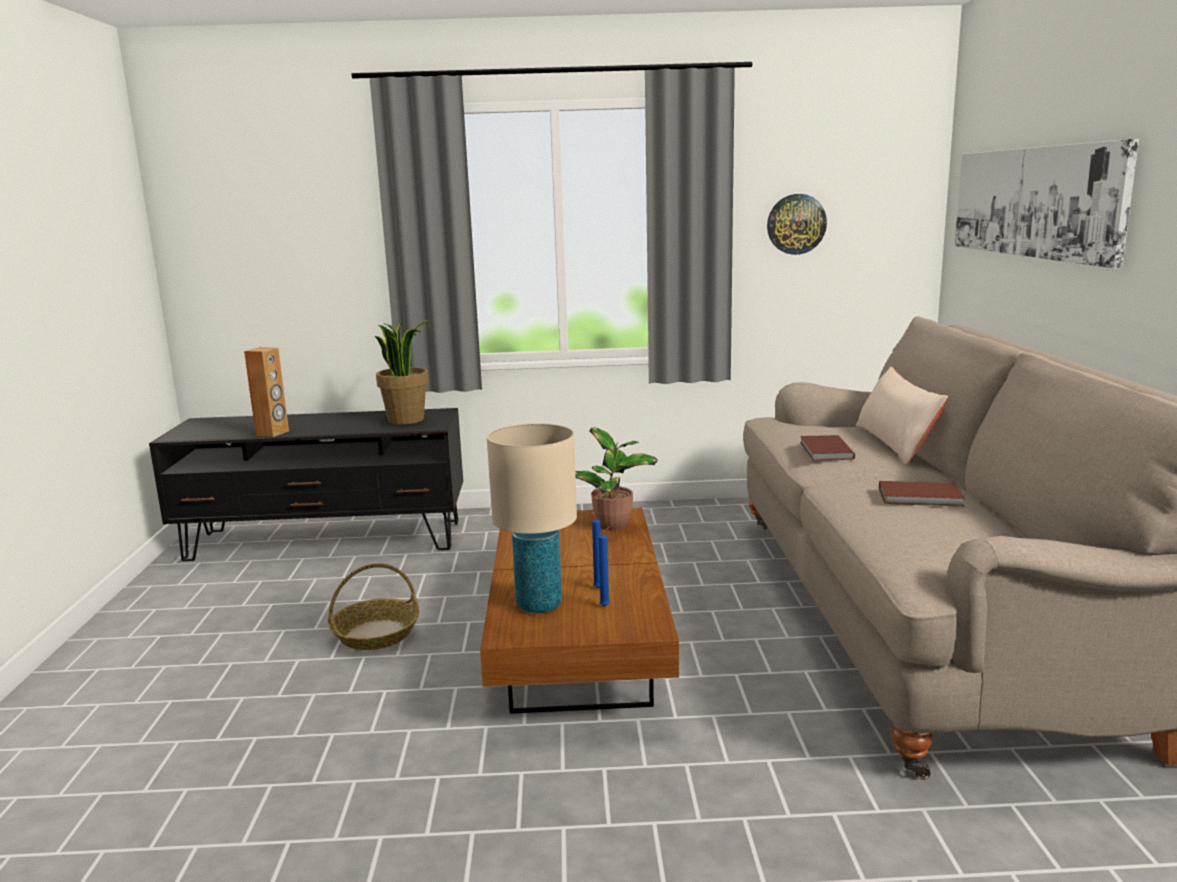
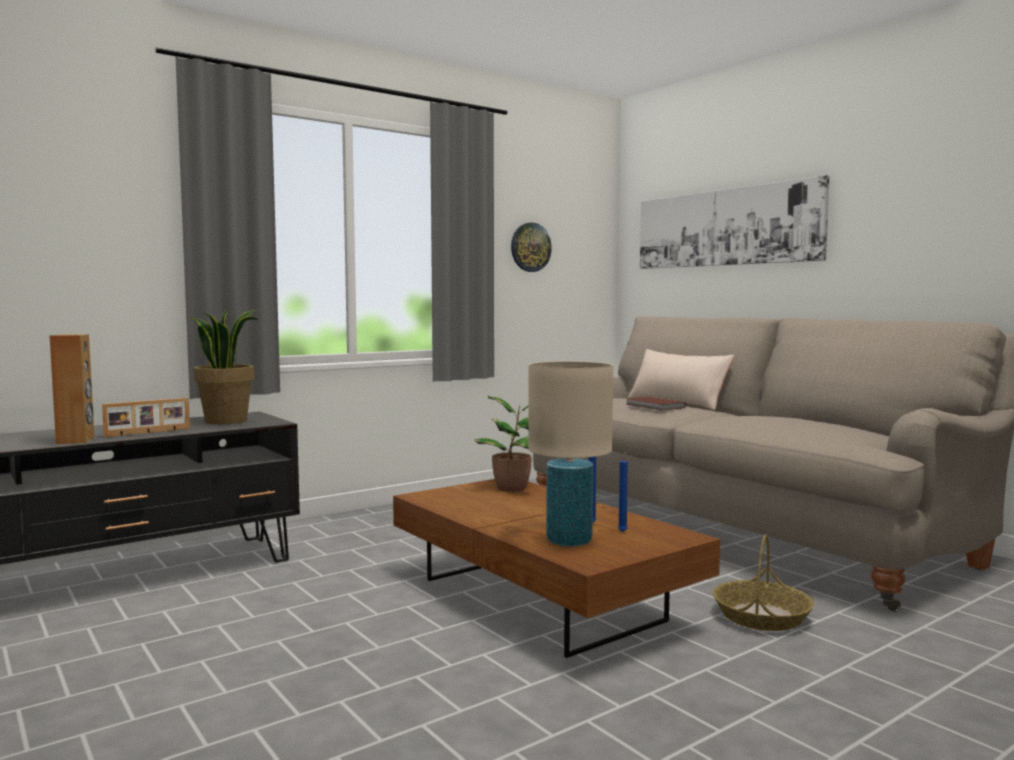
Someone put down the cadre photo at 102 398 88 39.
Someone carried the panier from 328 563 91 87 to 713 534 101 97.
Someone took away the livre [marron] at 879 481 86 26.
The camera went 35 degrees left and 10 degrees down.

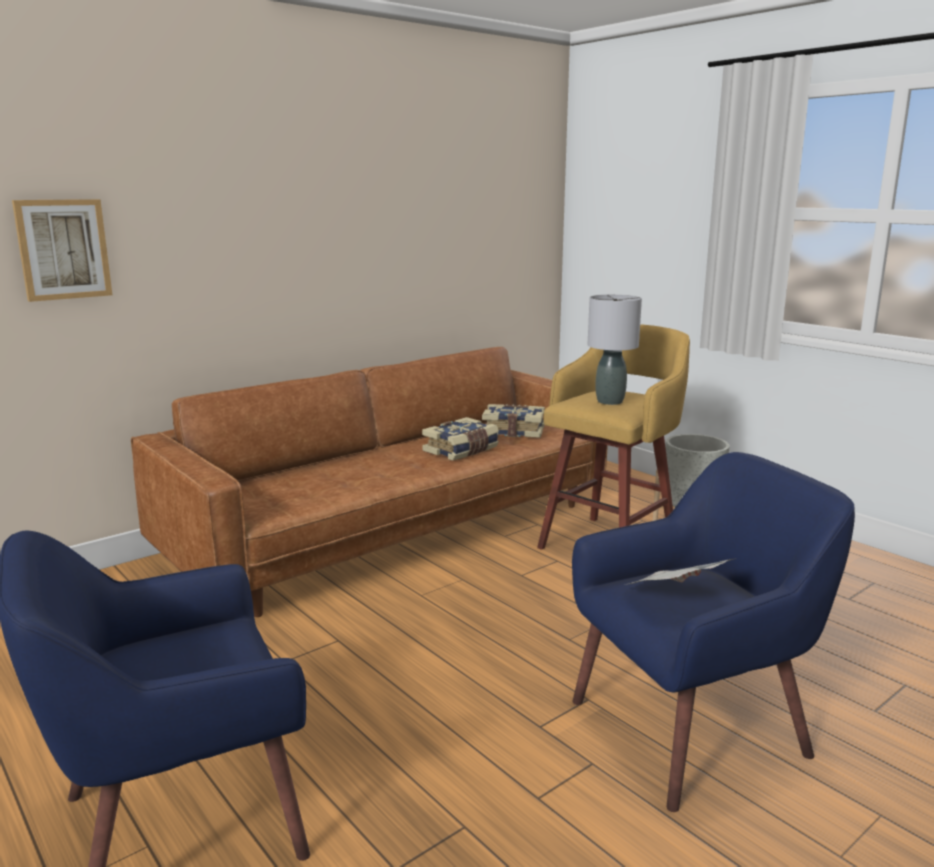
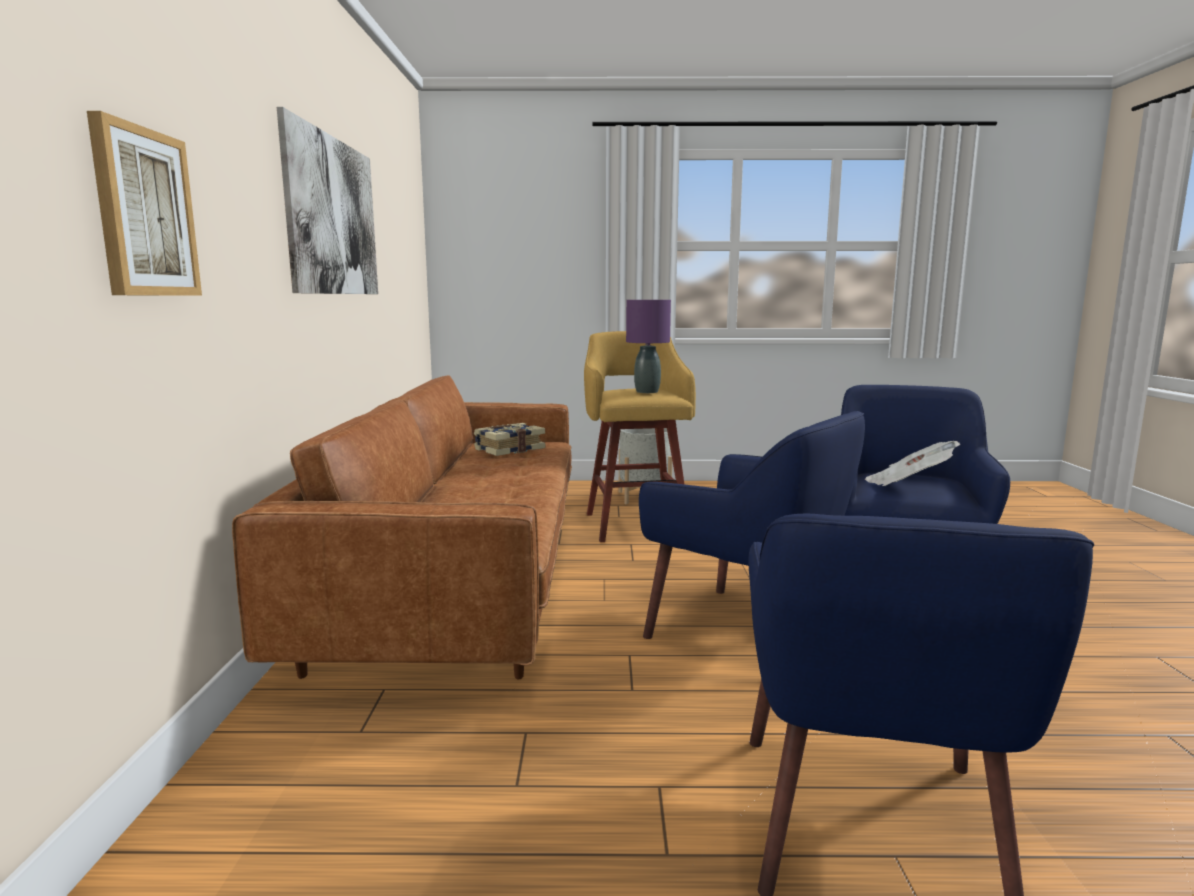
Someone put up the tableau at 277 107 101 187.
Someone repainted the lampe de table [gris] at 587 294 55 111, which became the lampe de table [violet] at 626 300 45 93.
Someone put down the fauteuil [bleu] at 639 411 226 228.
Someone took away the livre at 422 417 77 44.
The camera went 50 degrees left and 5 degrees down.

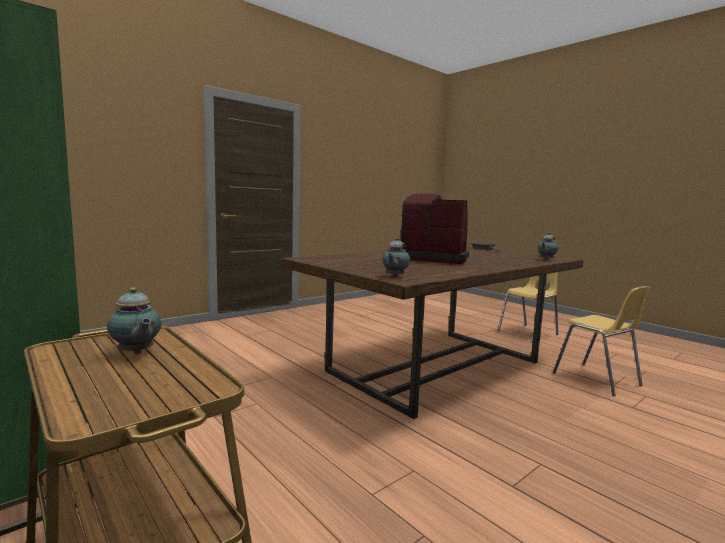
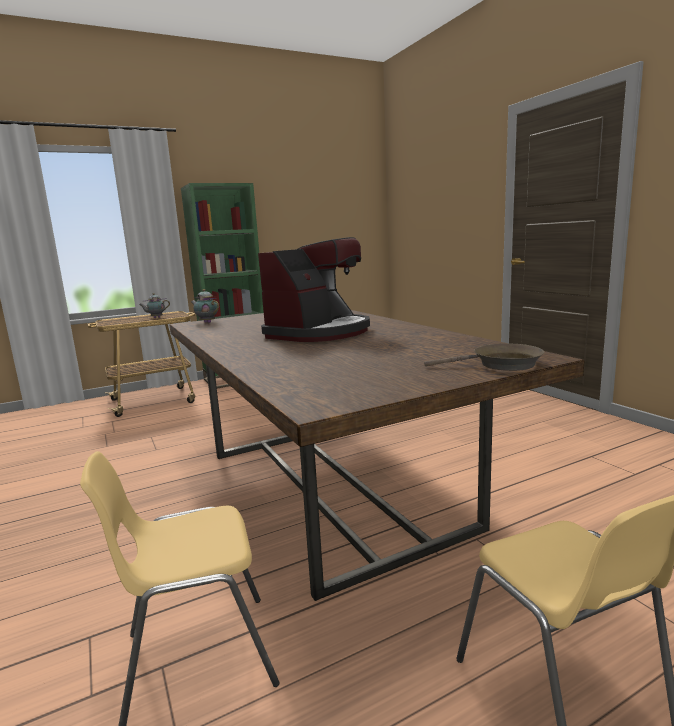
Someone took away the théière at 537 233 22 27.
The camera went 105 degrees right and 5 degrees up.

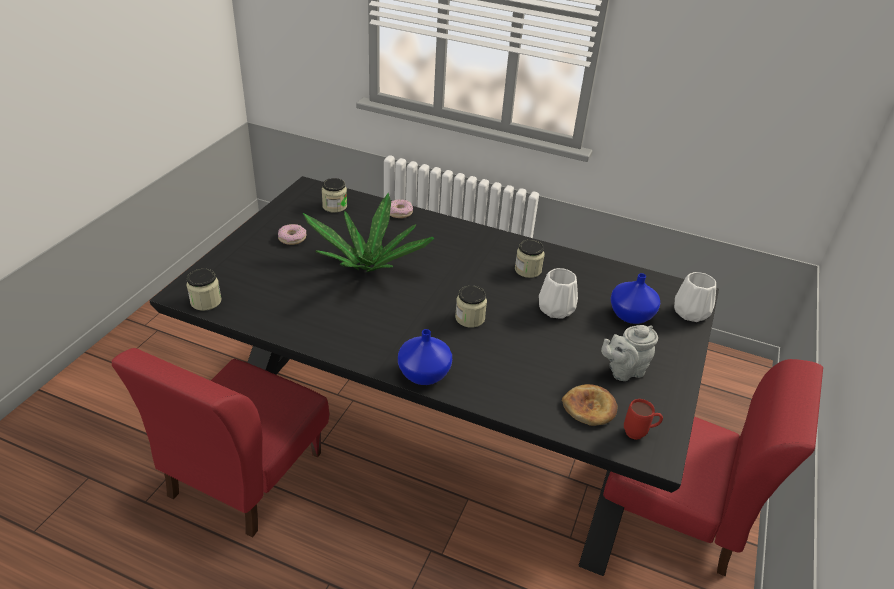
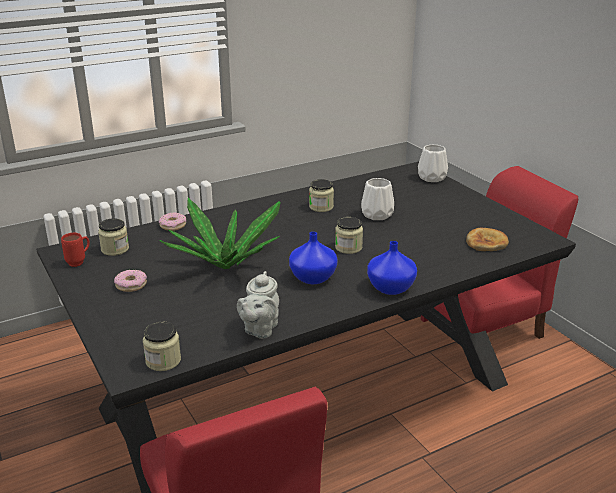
Someone carried the mug [rouge] from 624 399 39 41 to 61 233 29 34.
Someone carried the théière [gris] from 601 325 57 56 to 237 271 42 68.
Someone carried the vase [bleu] from 610 273 50 51 to 289 232 48 52.
The camera went 50 degrees left and 10 degrees down.

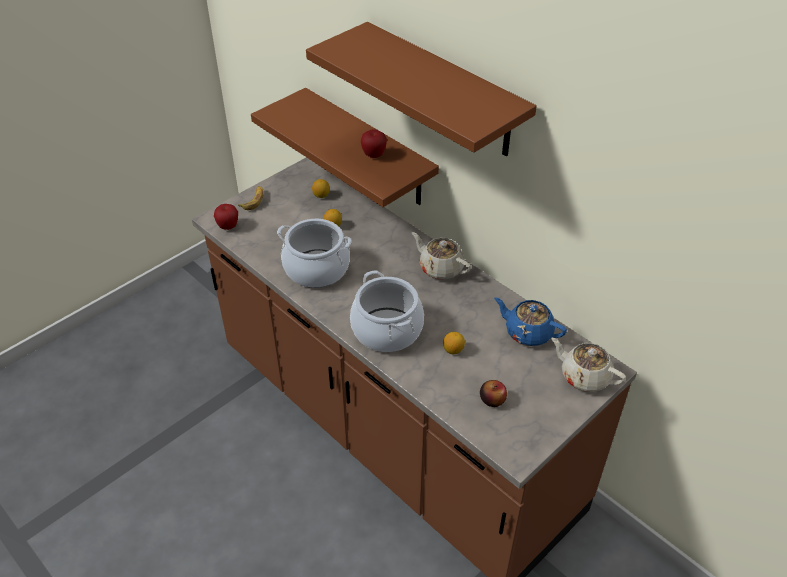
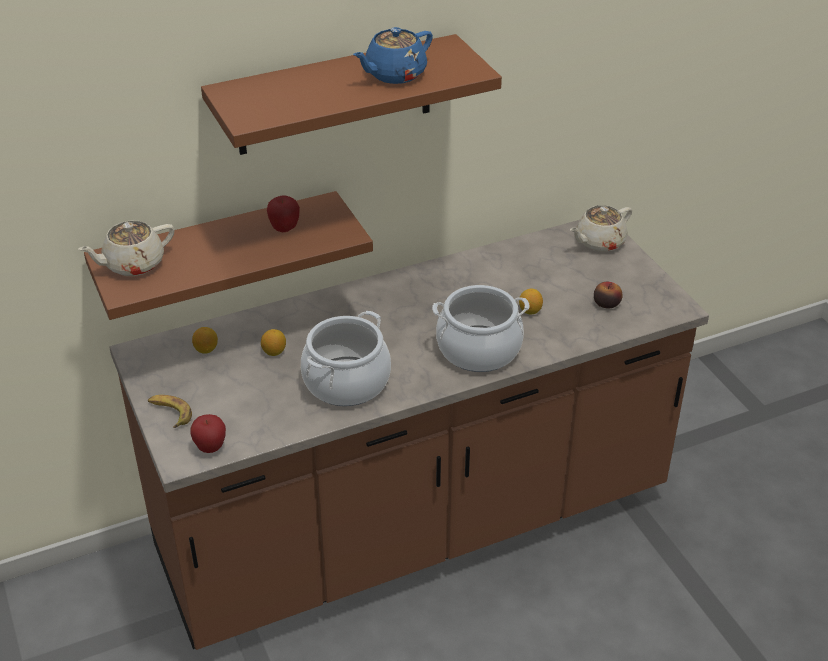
Someone carried the théière [beige] from 412 232 59 48 to 78 221 97 55.
Someone carried the théière [bleu] from 494 297 73 49 to 353 27 80 57.
The camera went 70 degrees left and 5 degrees down.

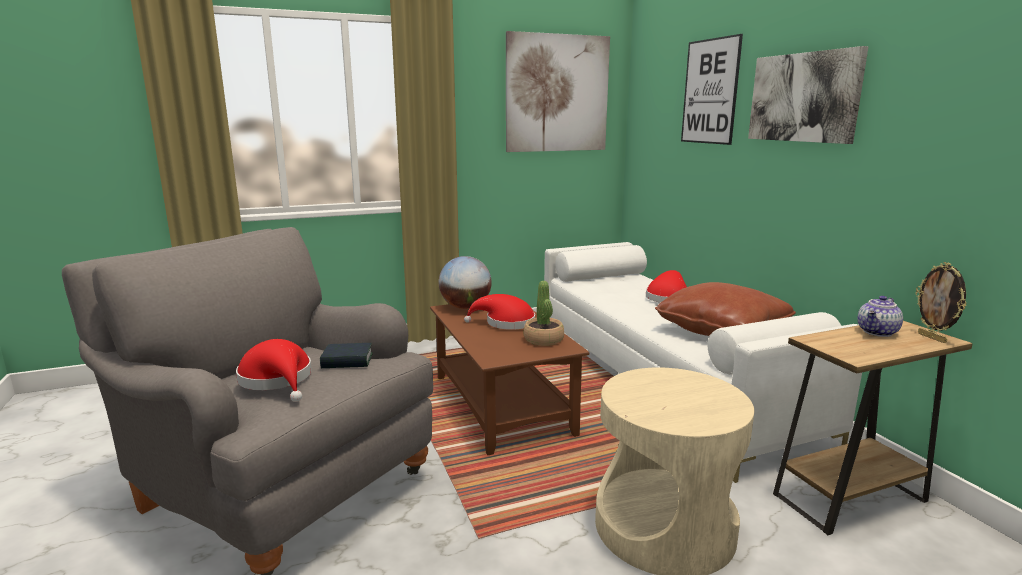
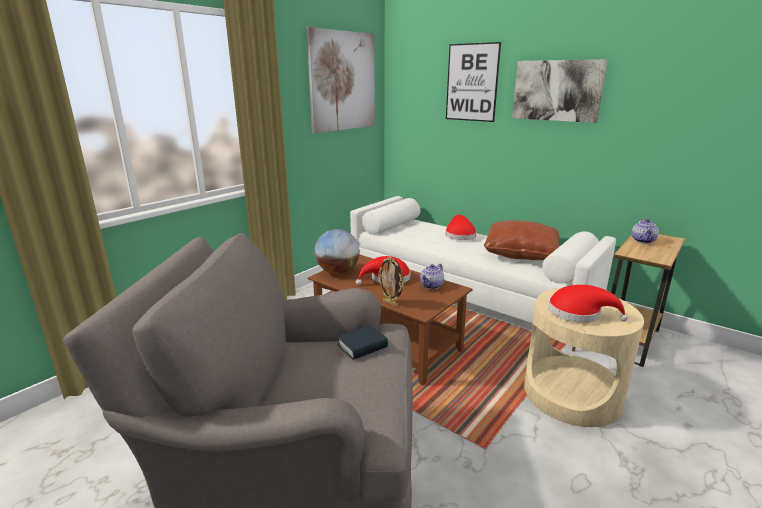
Someone carried the cadre photo from 915 262 52 81 to 378 257 25 50.
Someone swapped the plante en pot at 524 281 40 65 for the théière at 420 264 24 25.
Someone carried the chapeau [rouge] from 236 339 76 63 to 548 285 80 38.
The camera went 30 degrees left and 5 degrees up.

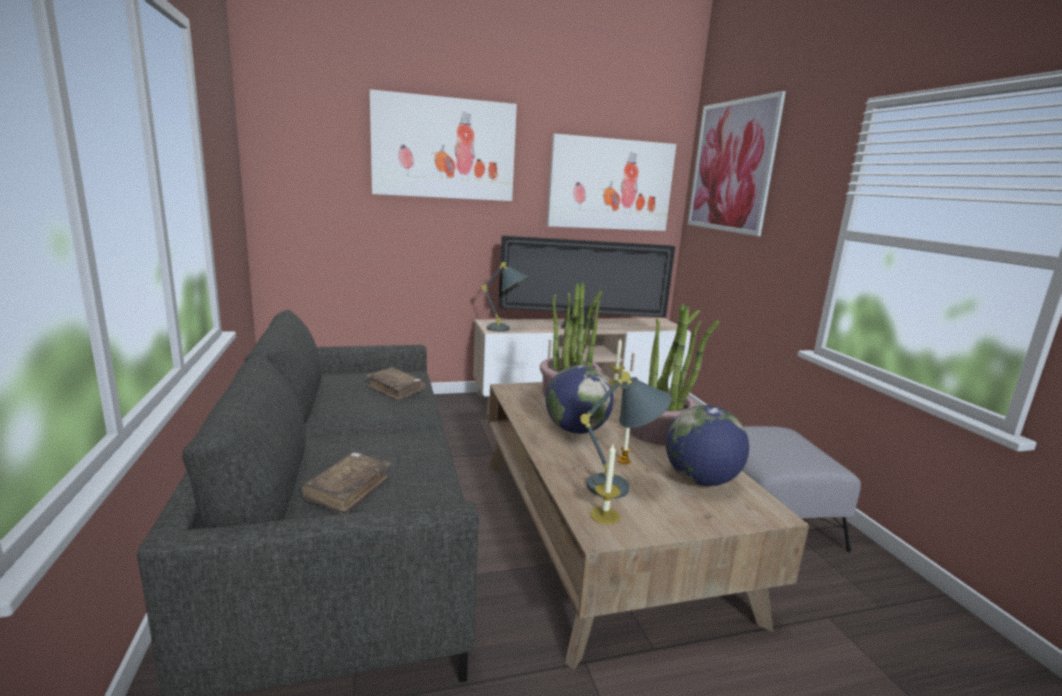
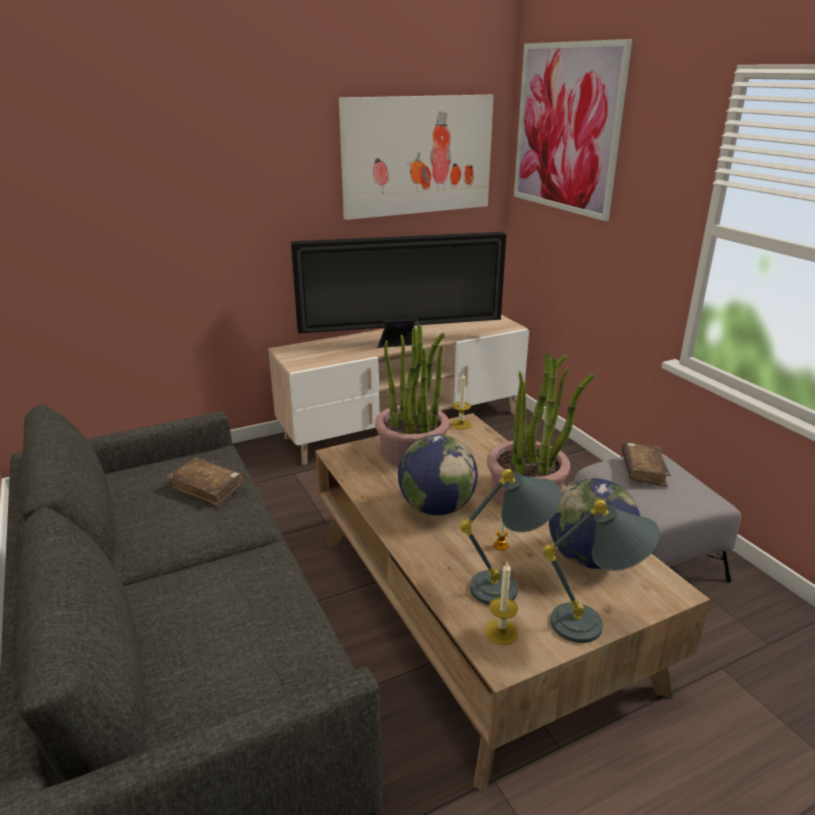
Someone carried the lampe de table [gris] from 482 262 46 70 to 543 500 117 143.
Someone carried the livre [marron] from 301 452 90 62 to 621 442 50 45.
Someone took away the tableau at 370 89 147 112.
The camera went 10 degrees left and 10 degrees up.

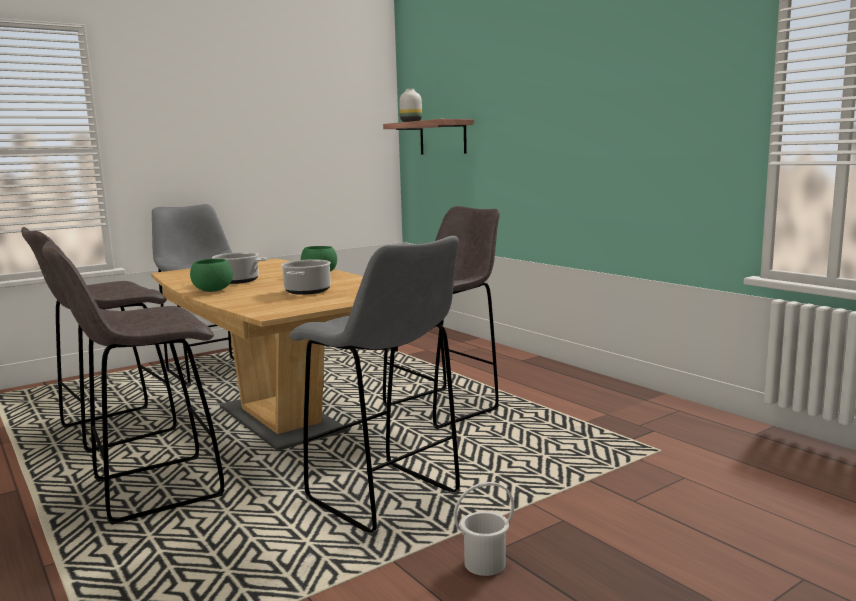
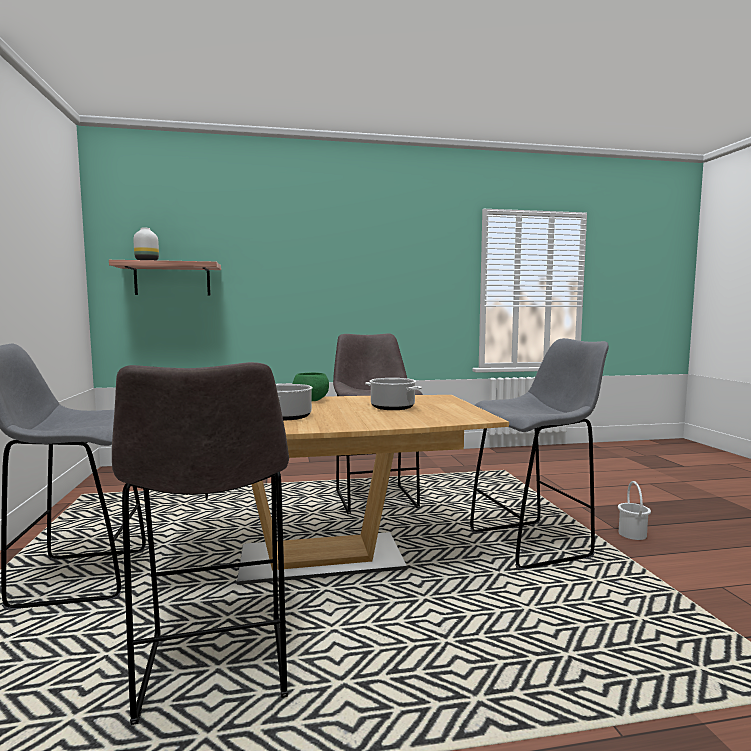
Someone took away the tabouret [gris] at 42 241 182 284.
Someone took away the bol [vert] at 190 259 43 33.
The camera went 65 degrees left and 5 degrees down.

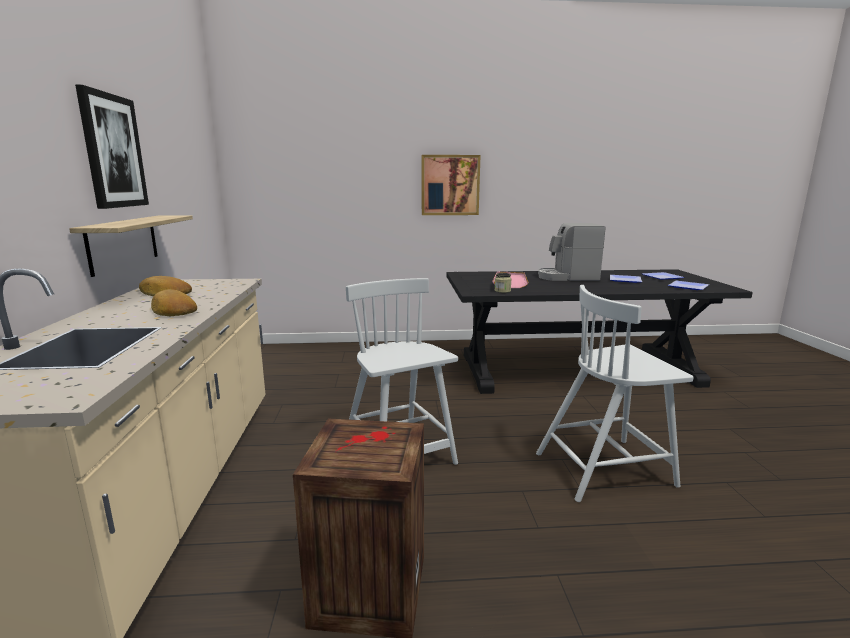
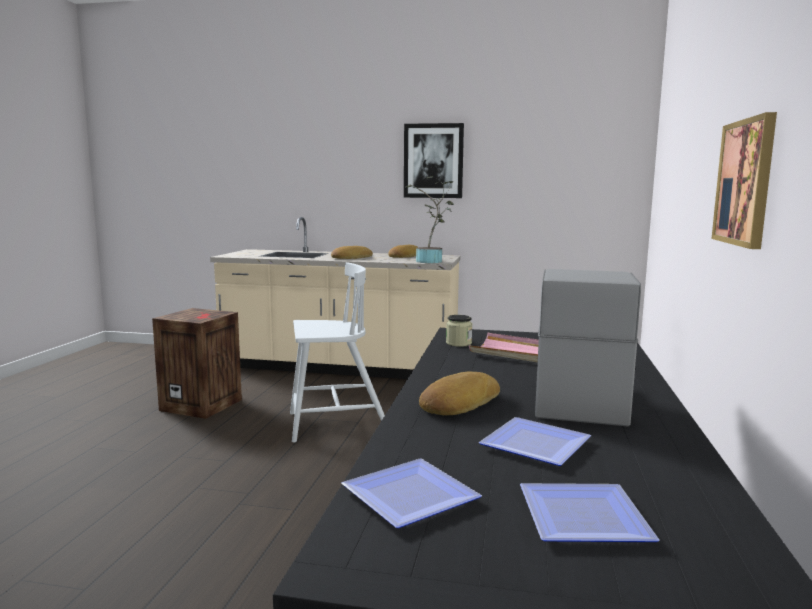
Someone put down the plante en pot at 404 176 50 87.
Someone put down the pain at 419 372 81 43.
Someone took away the étagère at 69 216 124 61.
Someone took away the chaise [blanc] at 536 285 158 217.
The camera went 105 degrees right and 5 degrees down.

